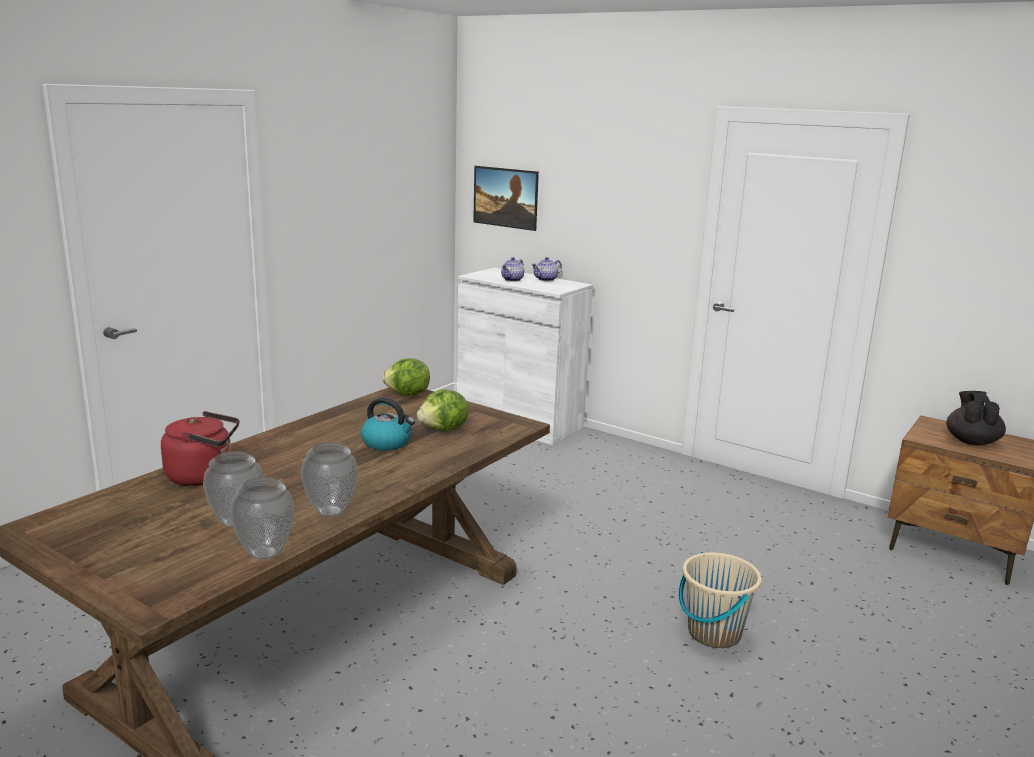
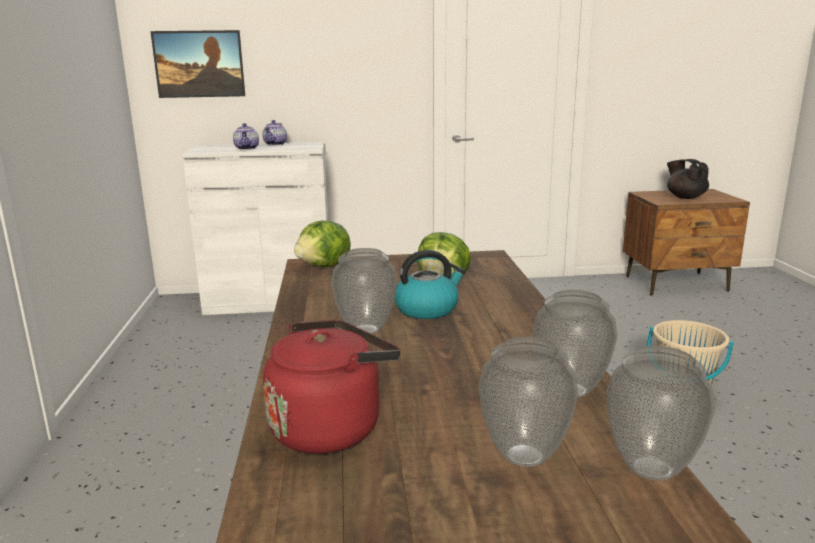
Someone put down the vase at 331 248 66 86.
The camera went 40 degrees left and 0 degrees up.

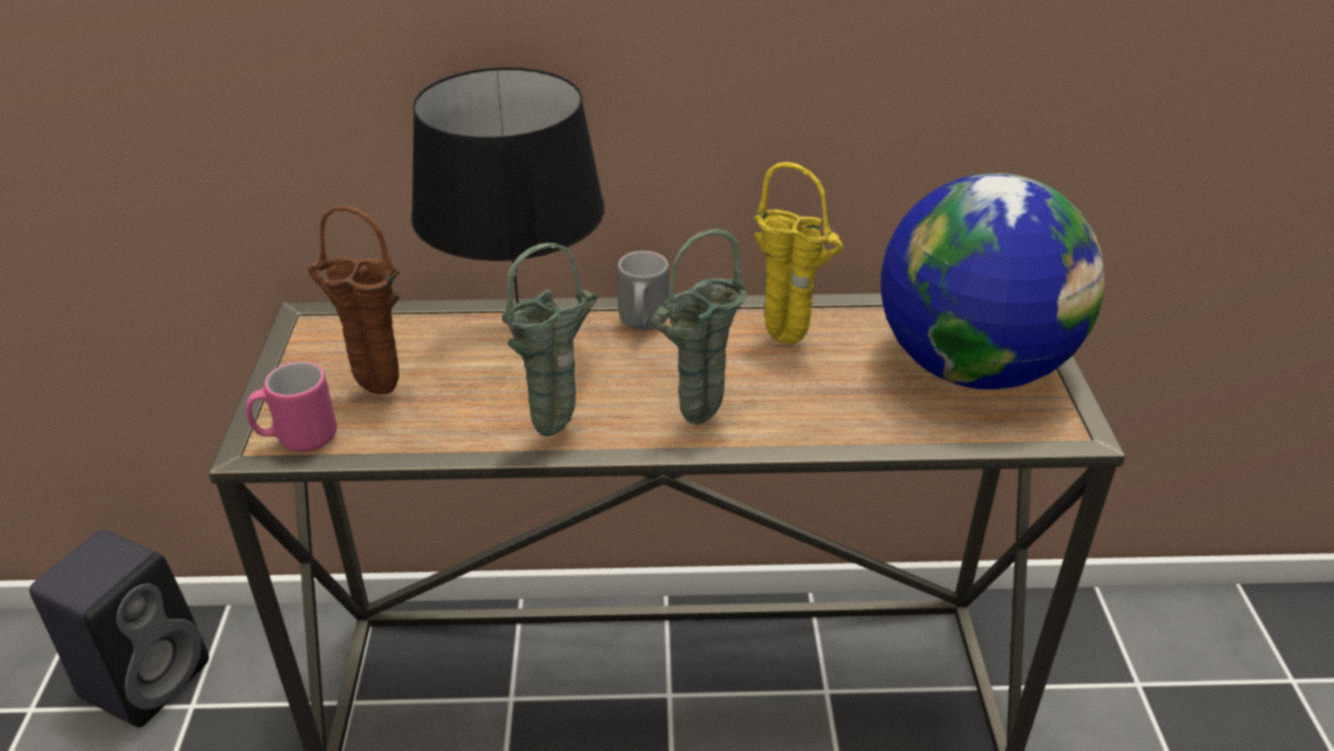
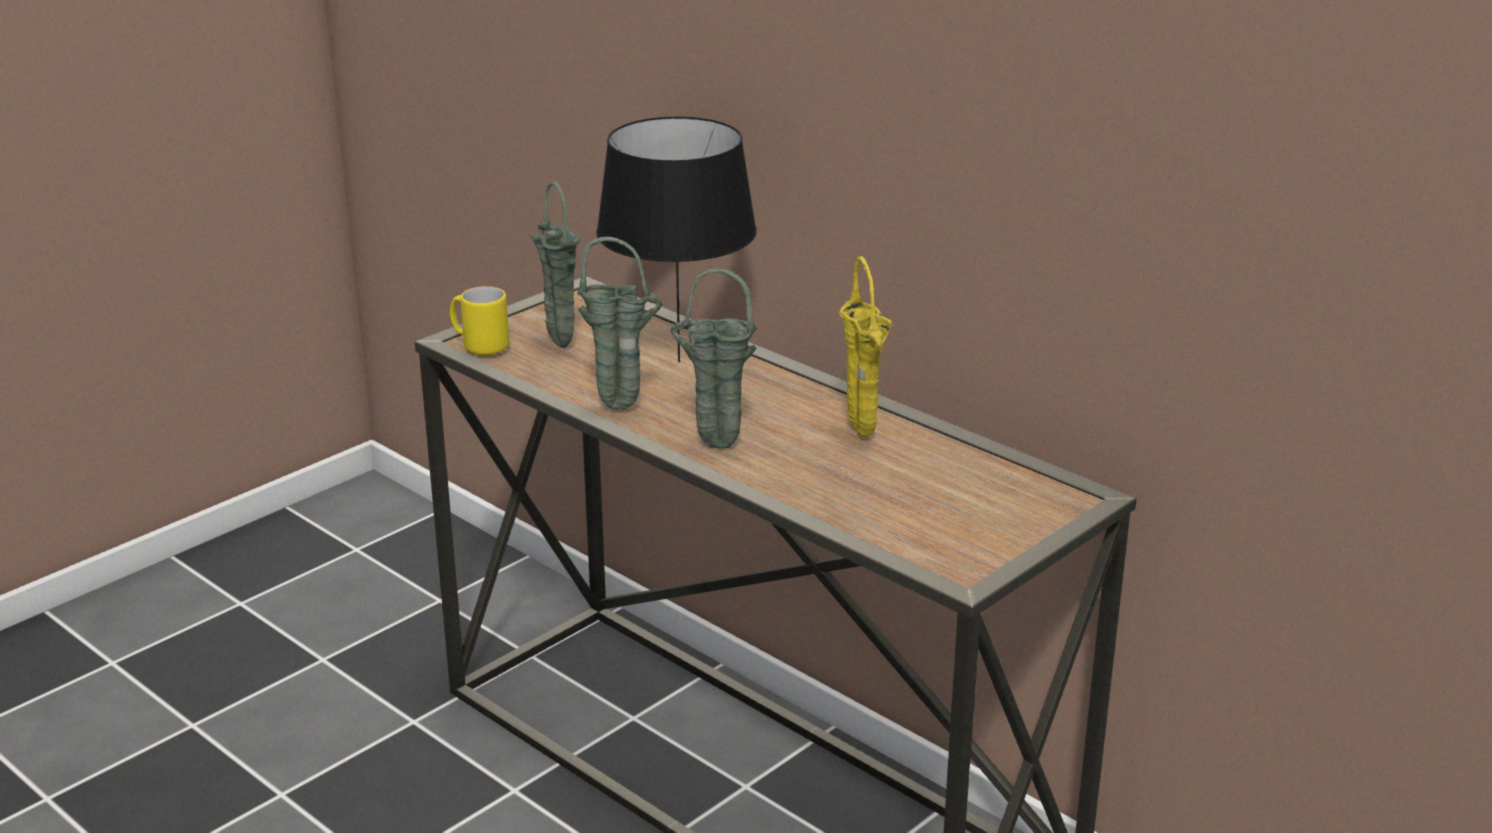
Someone repainted the mug [rose] at 246 361 91 91, which became the mug [jaune] at 450 286 59 69.
Someone repainted the vase [marron] at 308 205 93 189, which became the vase [vert] at 530 181 50 167.
Someone took away the enceinte [noir] at 29 529 180 198.
Someone took away the mug [gris] at 617 251 52 78.
Someone took away the globe at 881 173 224 216.
The camera went 45 degrees right and 10 degrees down.

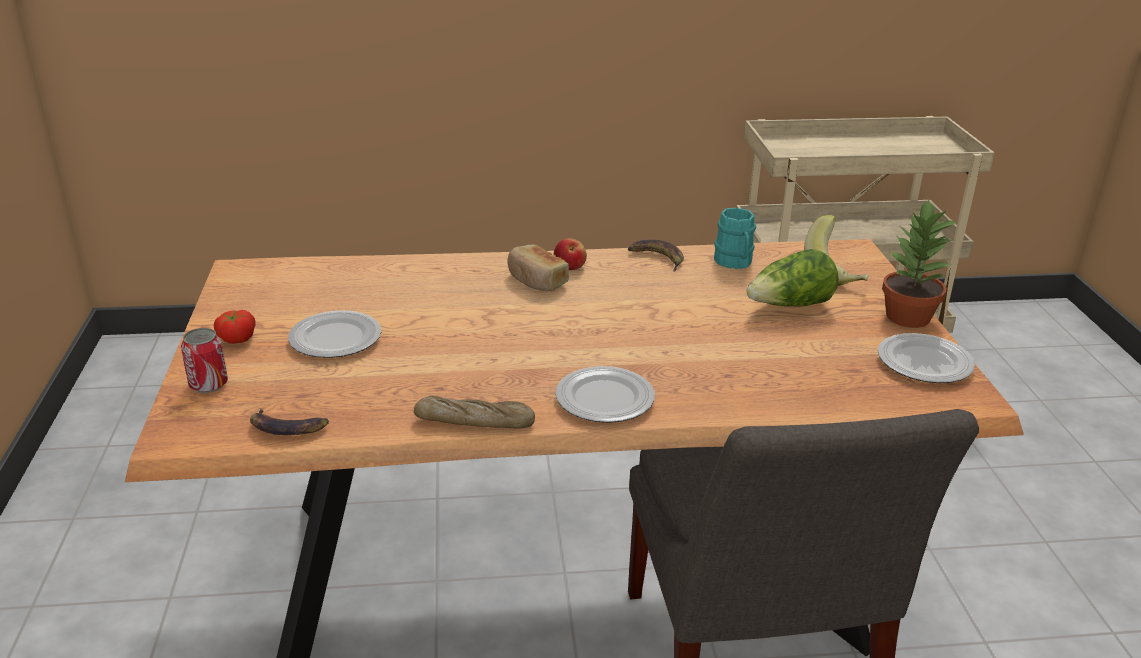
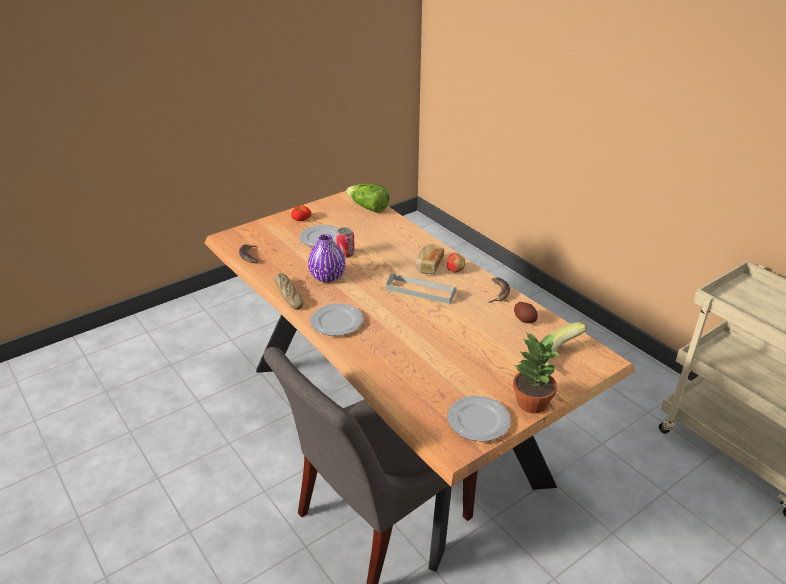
Someone put down the vase [violet] at 308 234 38 49.
Someone carried the boîte métallique from 181 328 47 65 to 336 227 19 31.
Someone carried the laitue from 746 249 93 58 to 346 184 44 29.
Someone put down the plateau [gris] at 386 273 71 31.
Someone swapped the mug [turquoise] at 714 208 42 61 for the pomme de terre at 514 302 24 21.
The camera went 60 degrees right and 5 degrees up.

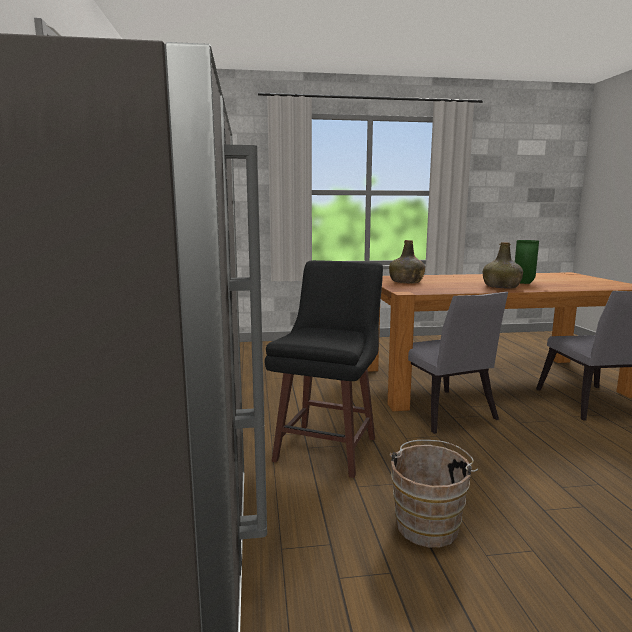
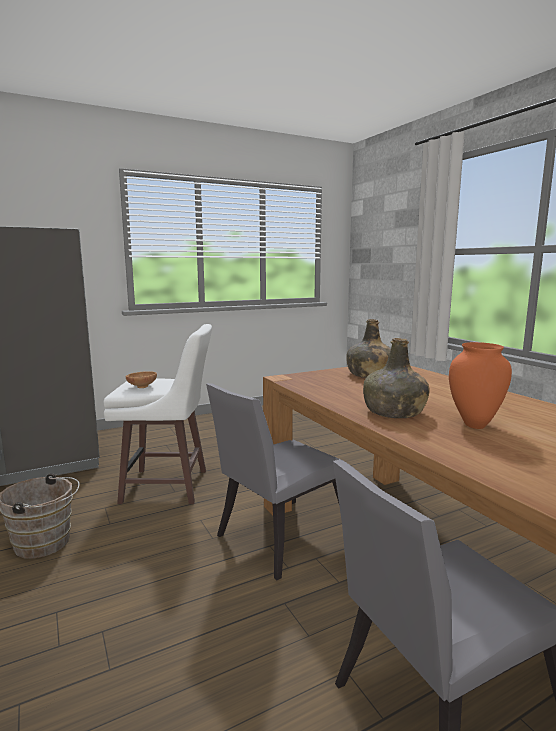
Someone repainted the tabouret [noir] at 265 260 118 218, which became the tabouret [blanc] at 104 324 108 180.
Someone put down the bol [marron] at 126 371 31 17.
Someone repainted the vase [vert] at 515 240 24 44, which became the vase [orange] at 449 342 63 87.
The camera went 70 degrees right and 0 degrees up.

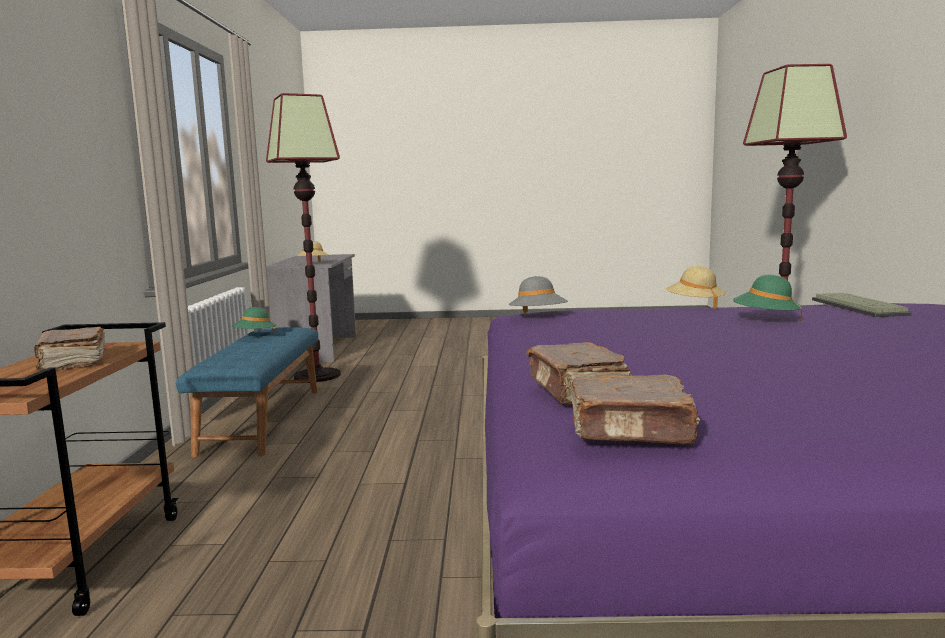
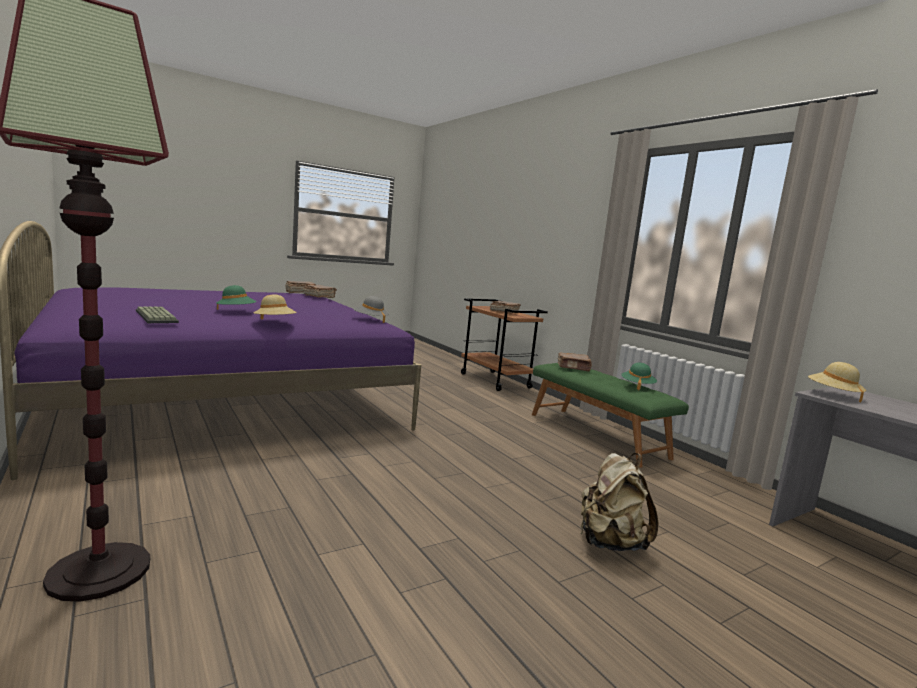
Someone repainted the banc [bleu] at 176 327 142 131, which became the banc [vert] at 532 363 157 105.
Someone put down the livre [marron] at 558 353 34 19.
Someone put down the sac à dos [beige] at 580 453 78 98.
Someone took away the lampadaire at 266 93 75 289.
The camera went 145 degrees right and 0 degrees up.

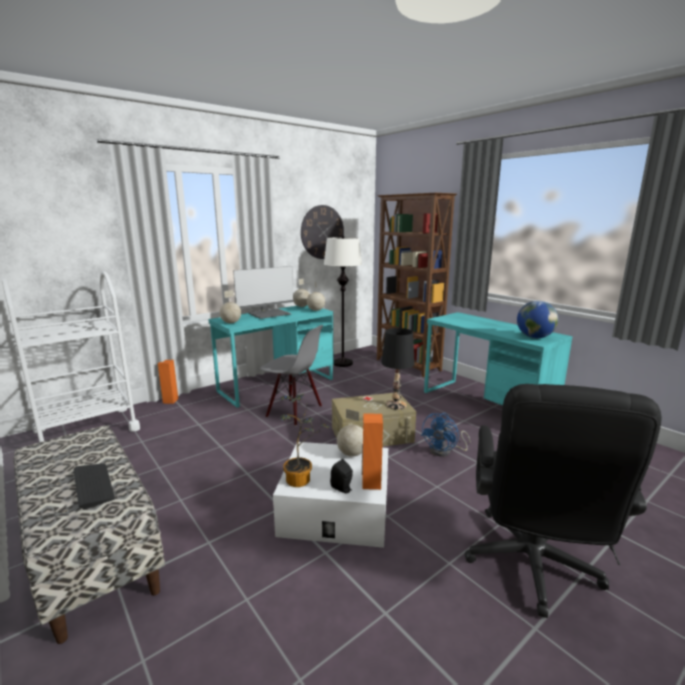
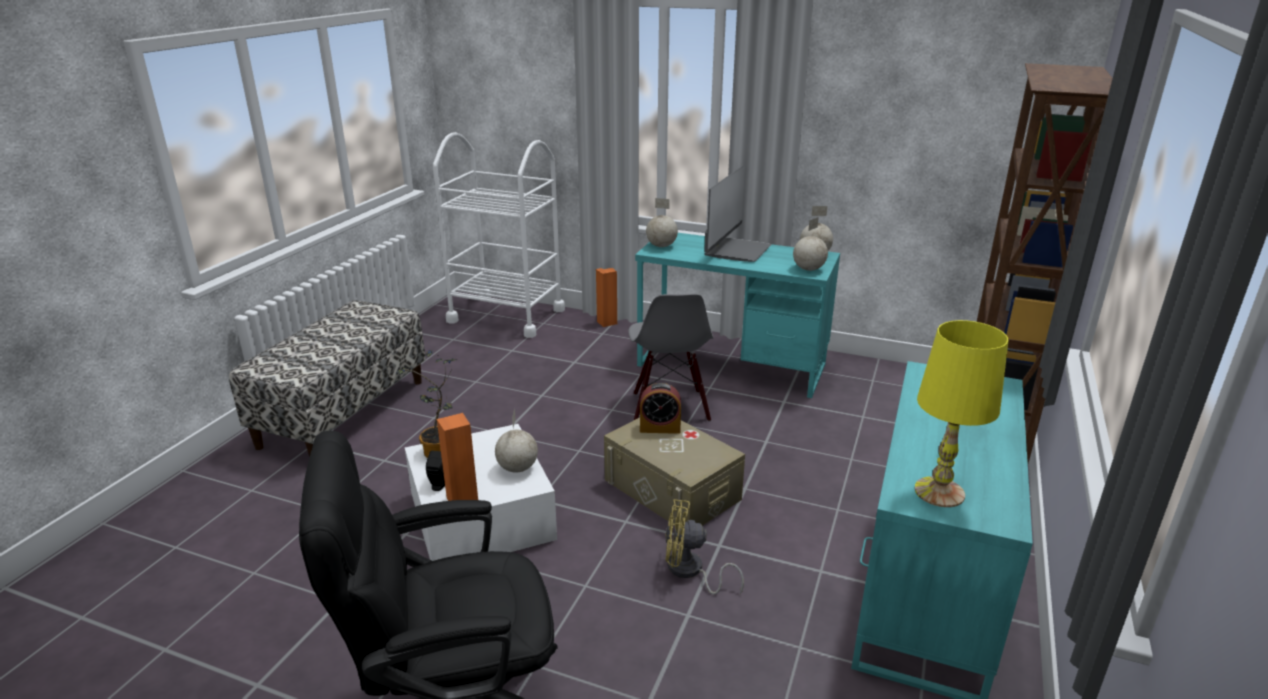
Someone put down the réveil at 640 383 41 51.
Someone repainted the ventilateur [bleu] at 421 413 49 44, which became the ventilateur [jaune] at 665 499 79 96.
Someone rotated the écran d'ordinateur at 233 266 61 53 by 90 degrees counterclockwise.
Someone swapped the globe at 517 301 41 37 for the lampe de table [jaune] at 915 320 93 187.
Someone took away the clavier at 74 464 41 45.
Someone took away the horloge murale at 301 205 43 54.
Someone took away the lampadaire [blanc] at 324 236 38 131.
Someone took away the lampe de table [noir] at 381 328 34 82.
The camera went 60 degrees right and 10 degrees up.

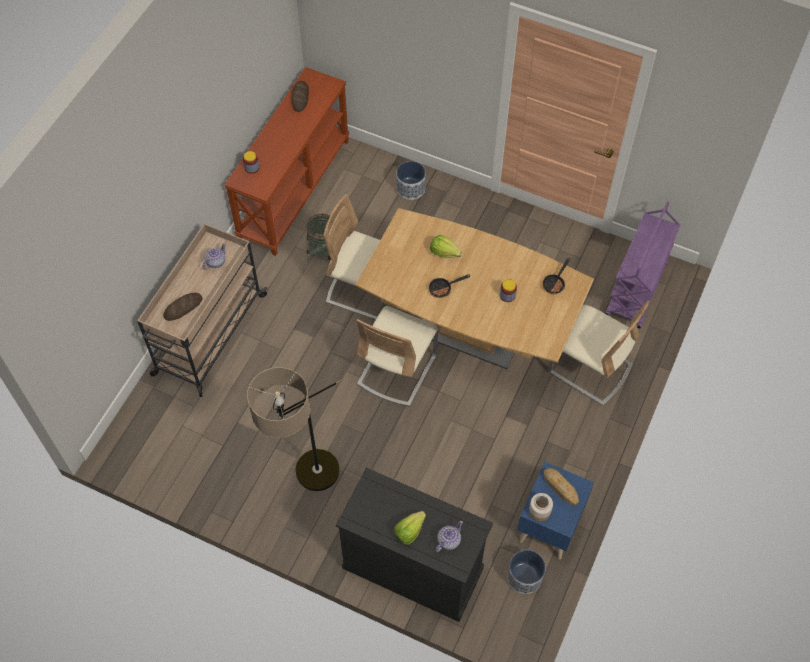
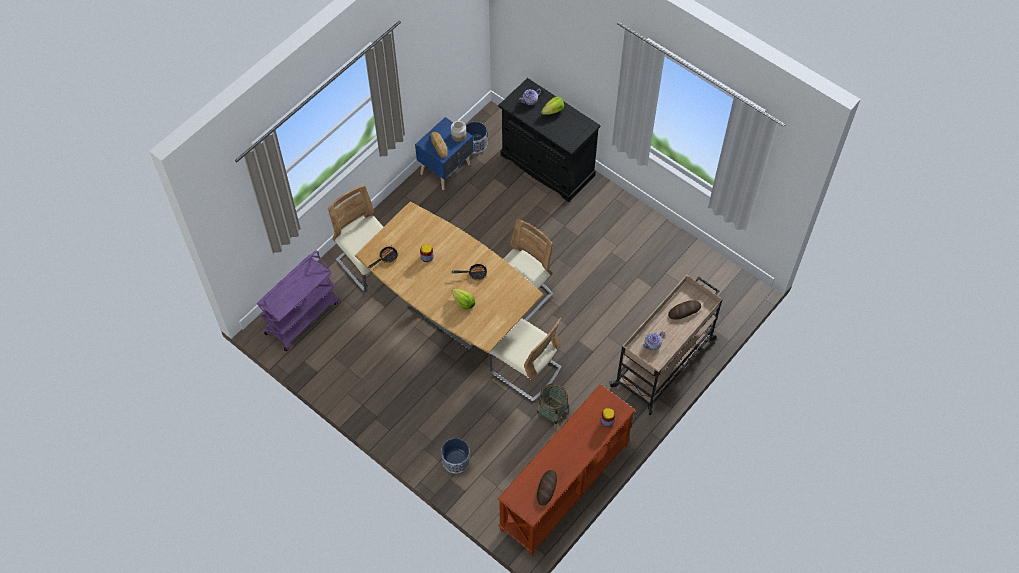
Someone took away the lampadaire at 247 367 96 124.
The camera went 165 degrees left and 0 degrees up.

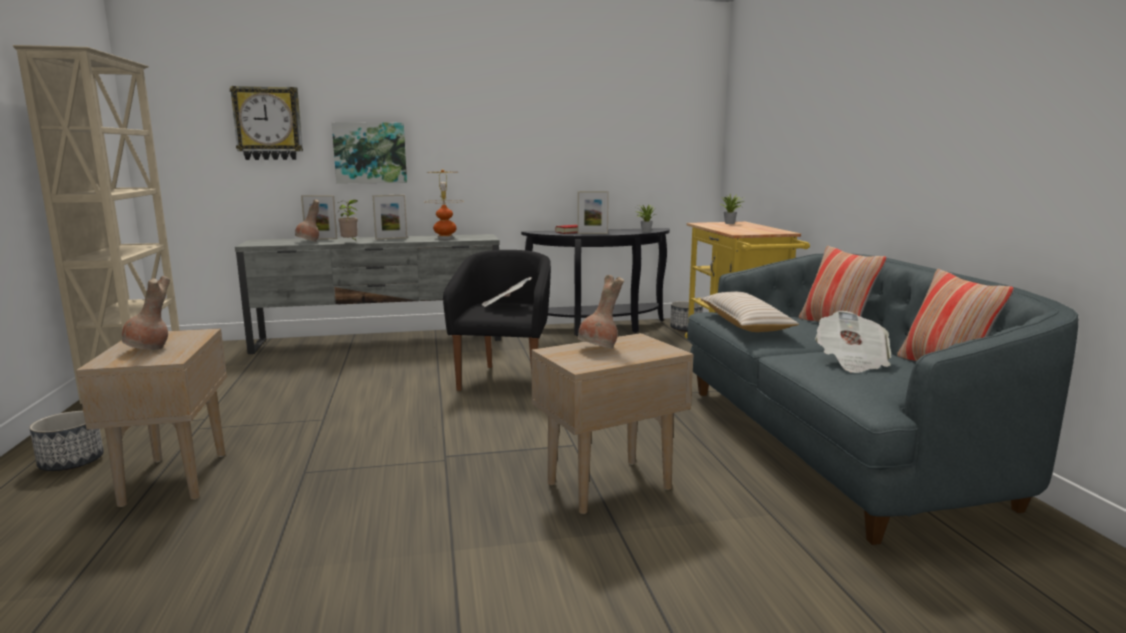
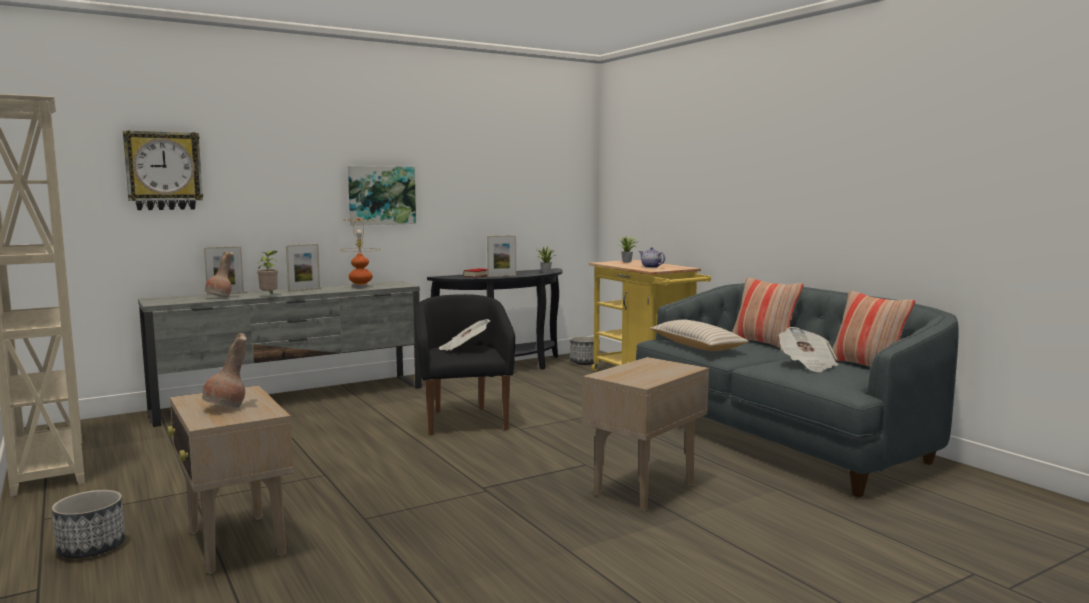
Someone carried the tableau from 332 122 75 61 to 348 166 68 60.
Someone put down the théière at 639 247 26 21.
Someone took away the vase [marron] at 577 275 47 74.
The camera went 20 degrees left and 5 degrees down.

